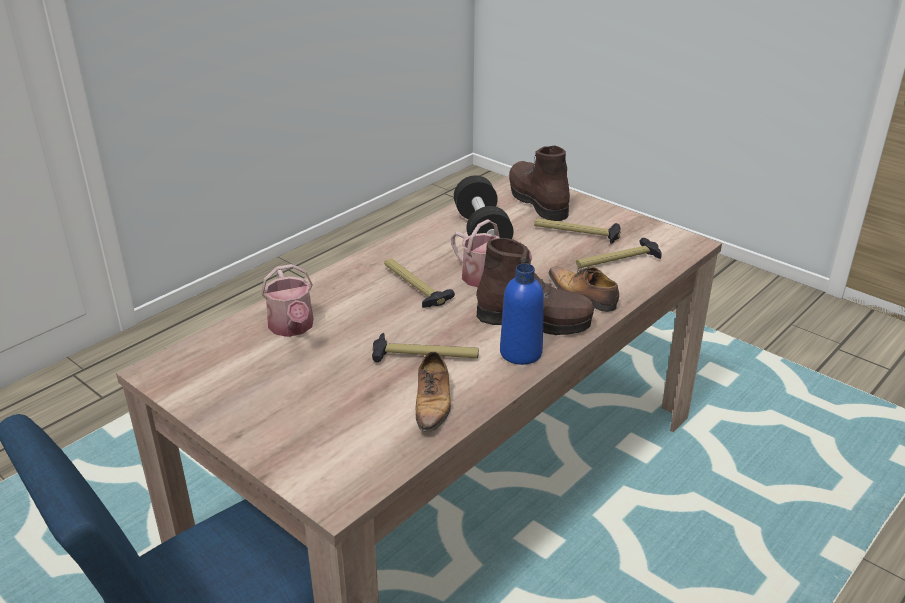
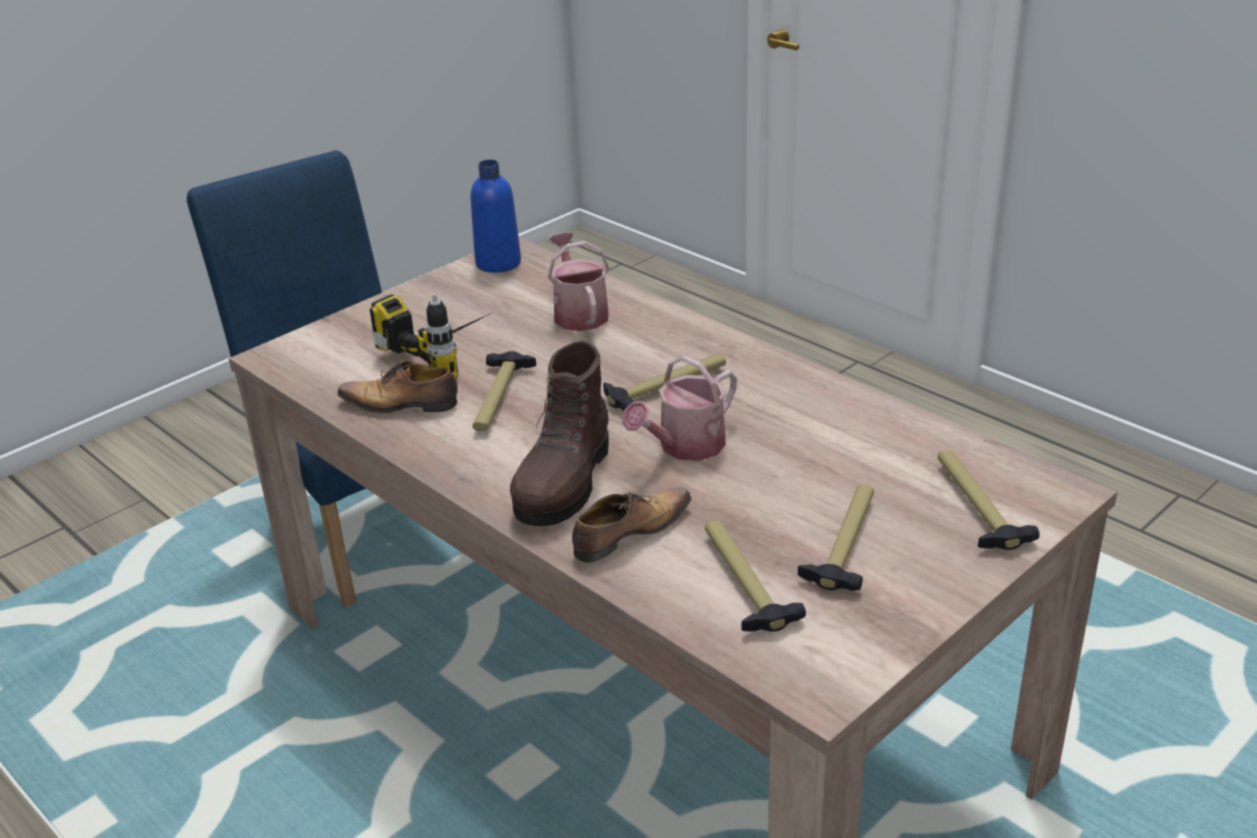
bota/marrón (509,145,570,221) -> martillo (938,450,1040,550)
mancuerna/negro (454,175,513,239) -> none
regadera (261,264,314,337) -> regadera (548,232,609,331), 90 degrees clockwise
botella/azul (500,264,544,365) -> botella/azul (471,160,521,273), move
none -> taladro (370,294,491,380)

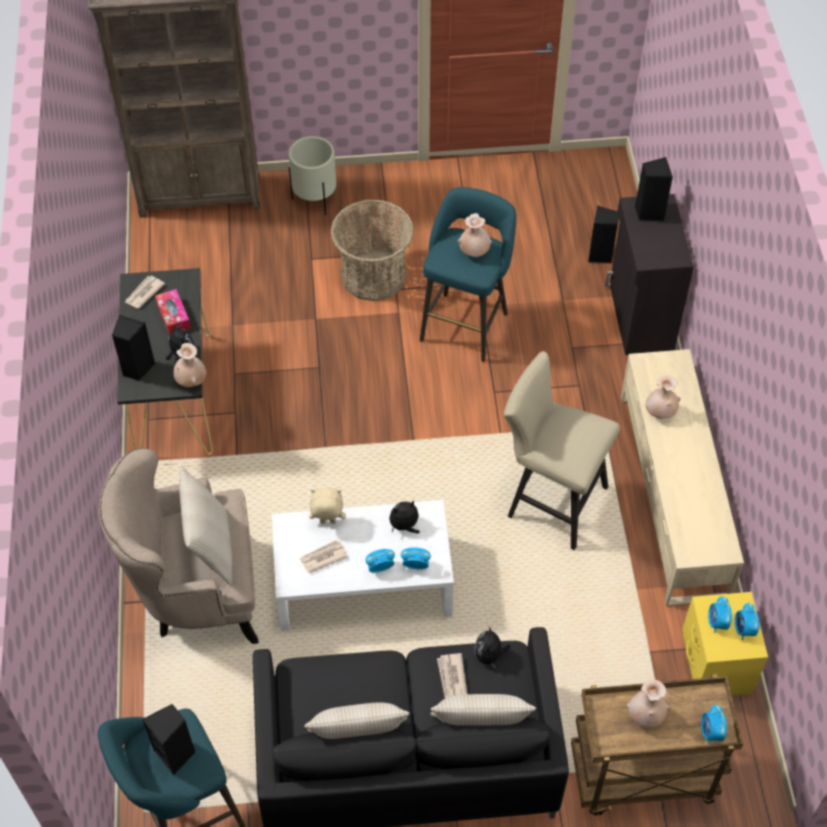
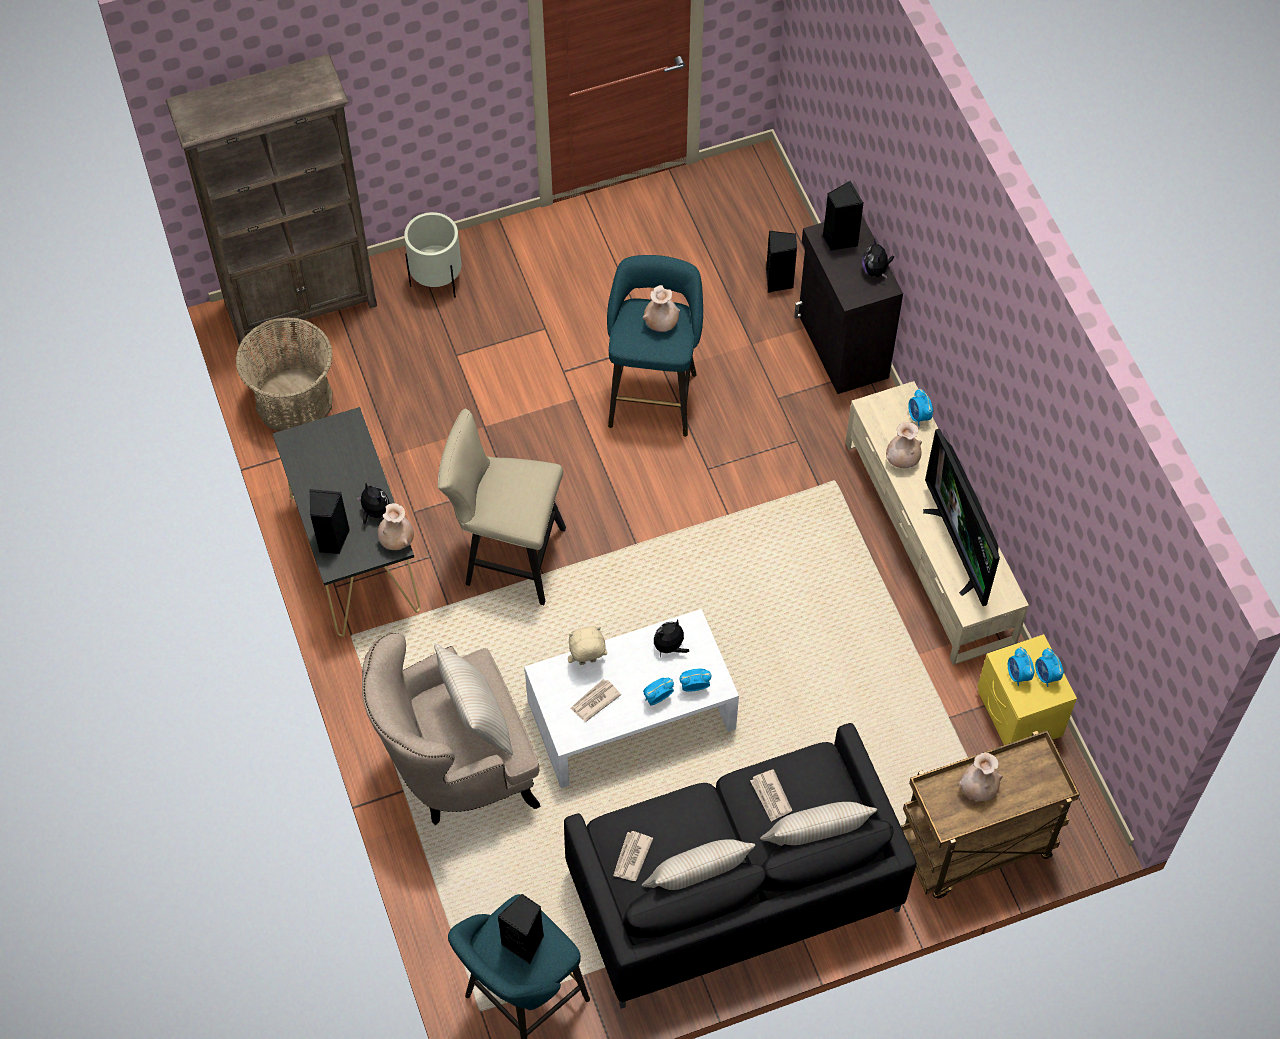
cesta (331,199,414,301) -> cesta (235,317,333,432), move
periódico (124,276,165,308) -> periódico (613,831,653,881), move
caja de pañuelos (155,289,191,335) -> none
taburete/beis (504,351,620,550) -> taburete/beis (438,409,566,605), move
peluche (475,626,510,668) -> peluche (862,239,894,278), move
despertador (701,704,727,744) -> despertador (908,388,933,426), move
none -> televisor (923,429,1000,606)

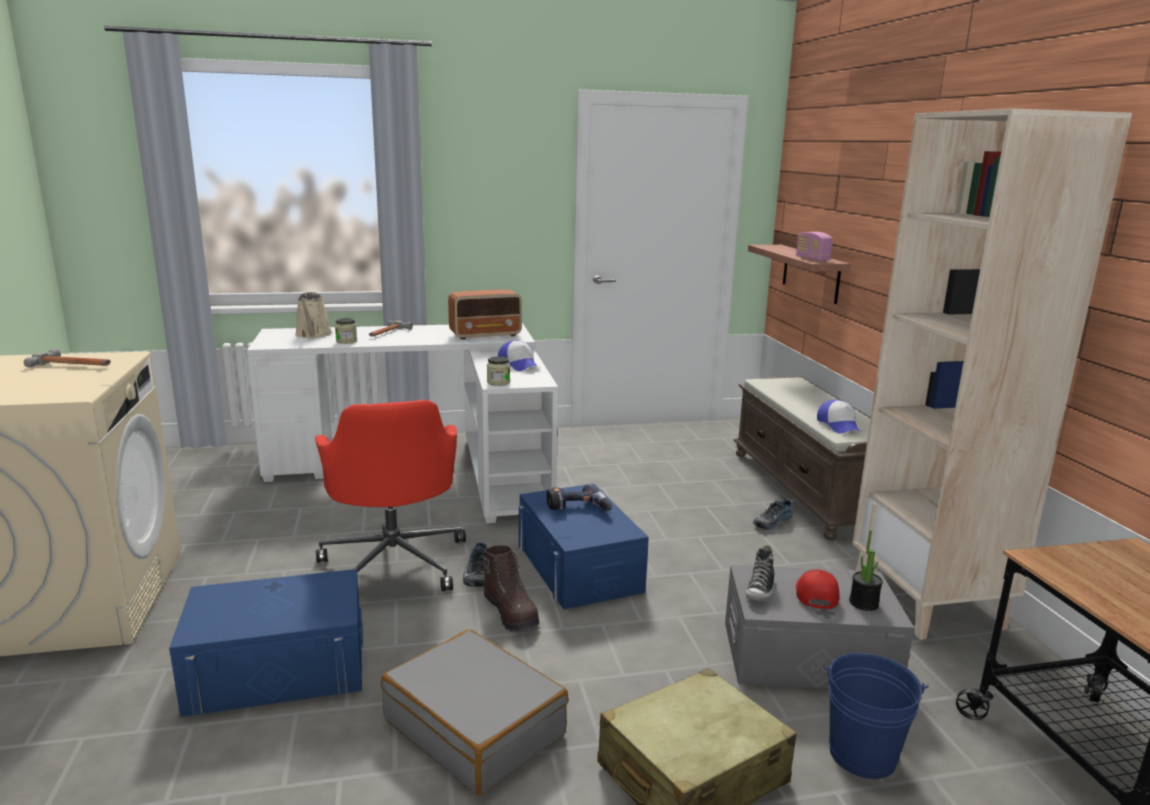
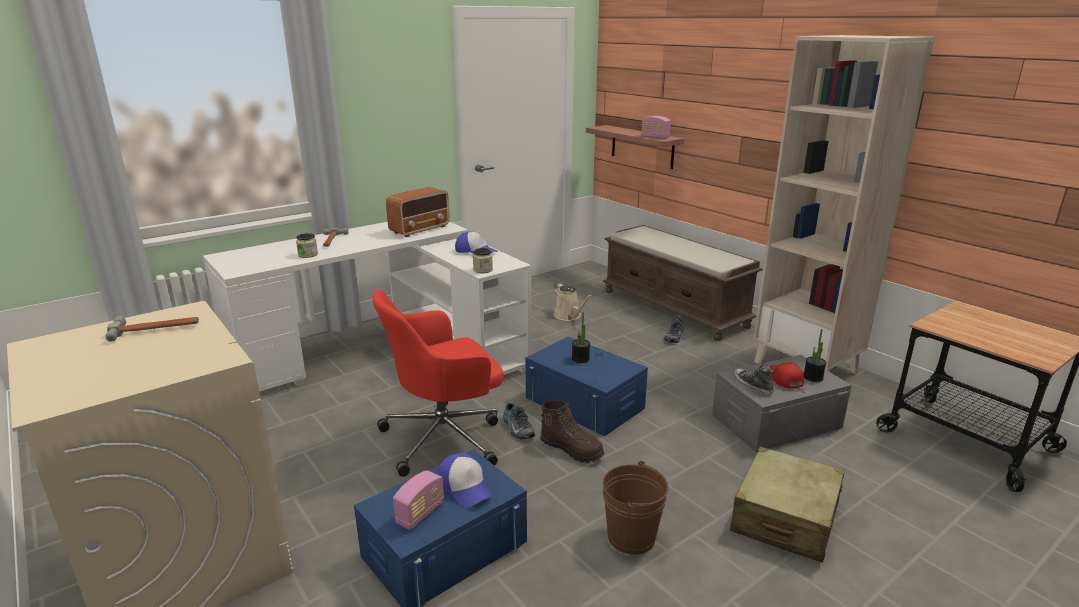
regadera/beis (295,292,333,338) -> regadera/beis (553,283,593,321), move
silla de oficina/rojo (315,400,466,591) -> silla de oficina/rojo (373,289,503,477), 105 degrees clockwise
gorra (817,400,860,434) -> gorra (437,453,492,507), move
taladro (547,484,612,511) -> planta en maceta (572,313,590,363)
zapato (745,545,775,601) -> zapato (733,363,774,395), 150 degrees clockwise
maleta/gris (381,629,569,795) -> cubo/marrón (603,461,669,555)
cubo/azul (823,653,928,779) -> none
none -> radio (393,470,444,530)

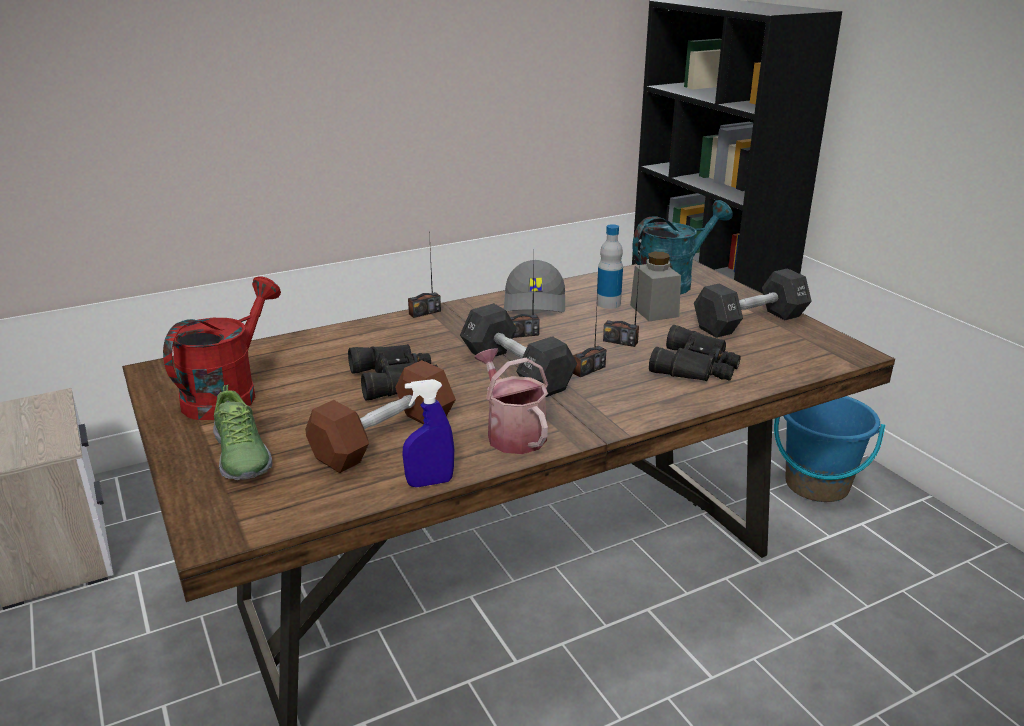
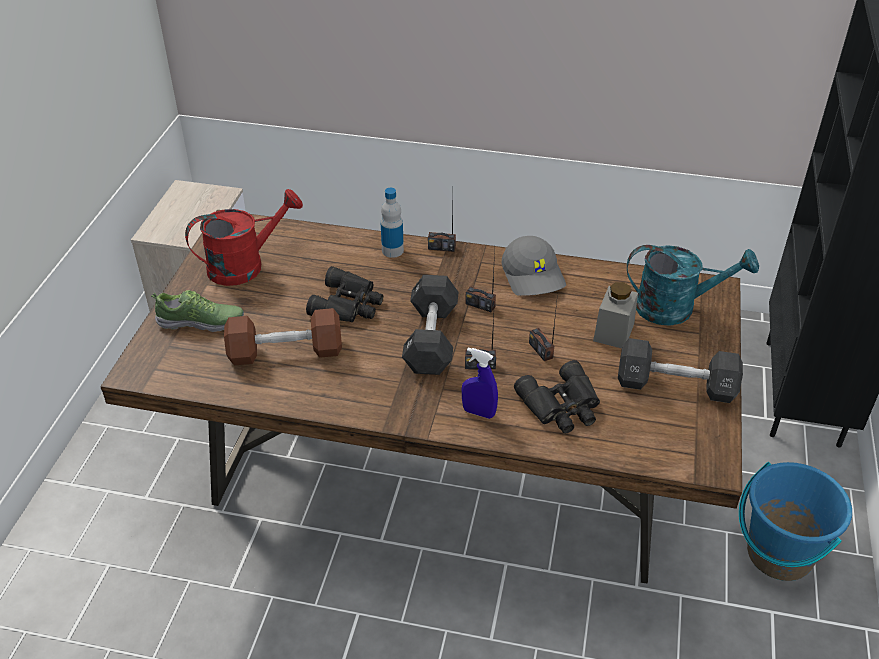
botella (596,224,623,309) -> botella (381,188,404,258), move
gorra/gris (504,260,565,312) -> gorra/gris (502,236,566,296), 60 degrees counterclockwise
regadera (474,348,548,454) -> none
pulverizador/azul (402,379,454,487) -> pulverizador/azul (462,348,498,419), move
zapato (213,385,272,480) -> zapato (151,290,244,332), 105 degrees counterclockwise

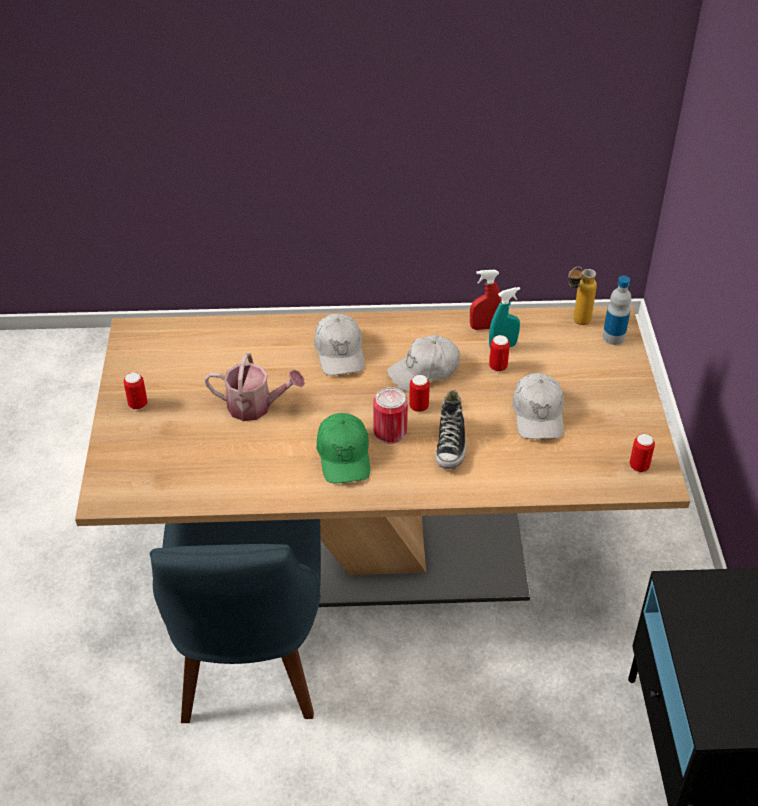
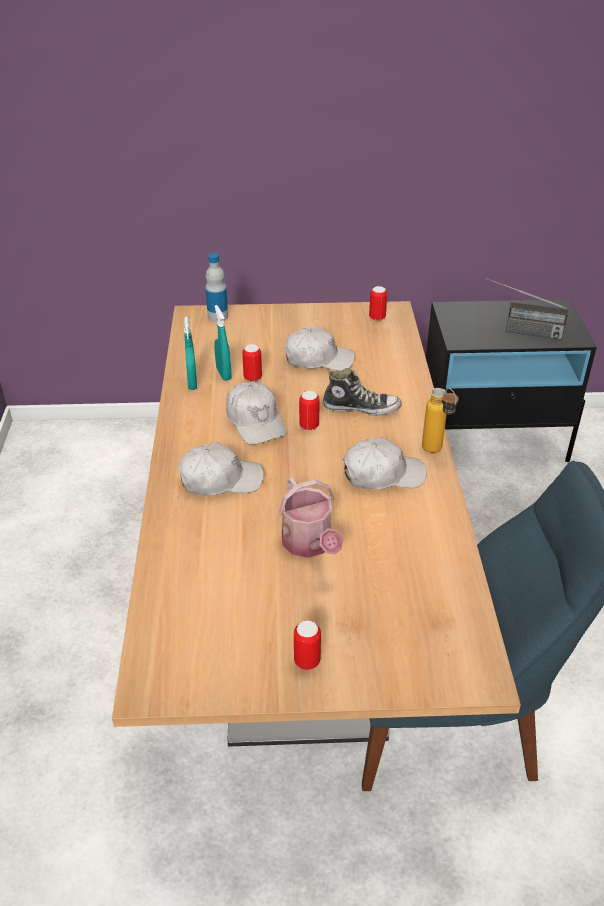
botella (568,267,597,325) -> botella (422,388,459,453), move
pulverizador/rojo (470,270,502,330) -> pulverizador/turquesa (184,317,197,390)
regadera (205,353,305,421) -> regadera (279,477,343,558), 150 degrees clockwise
lata (373,387,408,444) -> none
gorra/verde (316,413,370,483) -> gorra/blanco (343,437,427,490)
none -> radio (484,277,568,340)

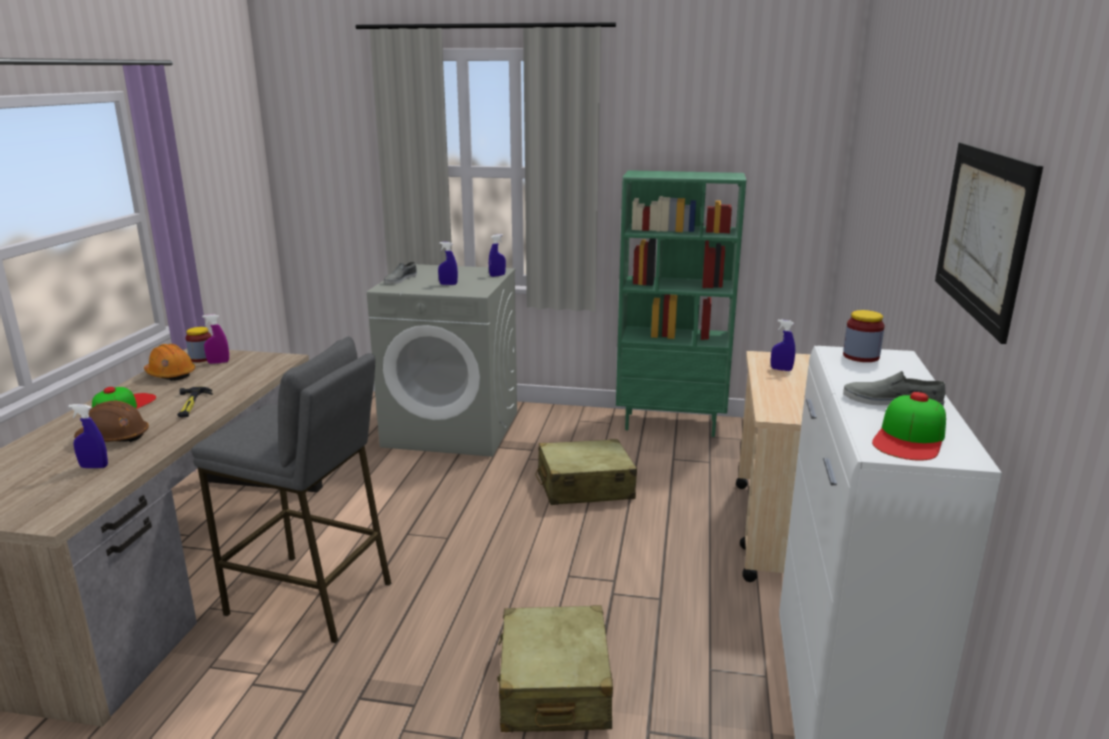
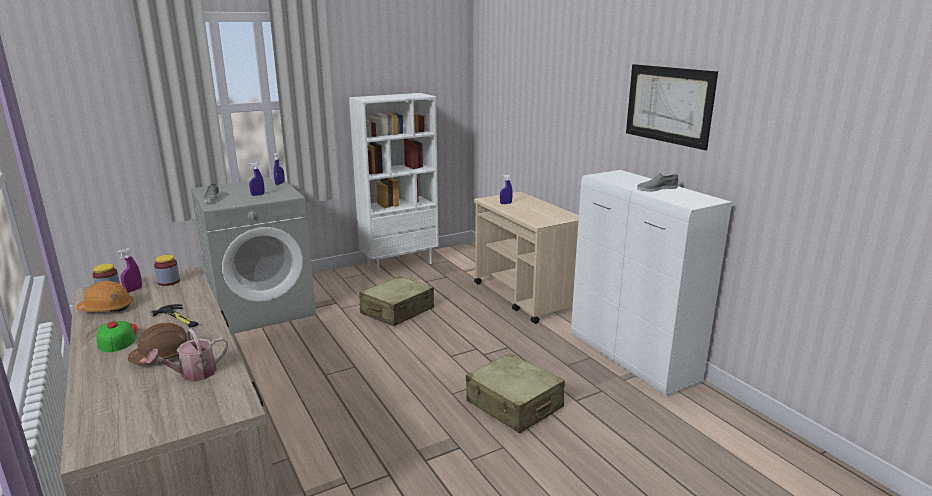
estantería/verde (616,170,746,437) -> estantería/blanco (349,93,439,275)
tarro (843,310,885,362) -> tarro (154,255,180,286), move
taburete/gris (191,336,391,643) -> none
gorra (872,392,946,461) -> none
pulverizador/azul (68,404,108,468) -> regadera (147,329,228,381)

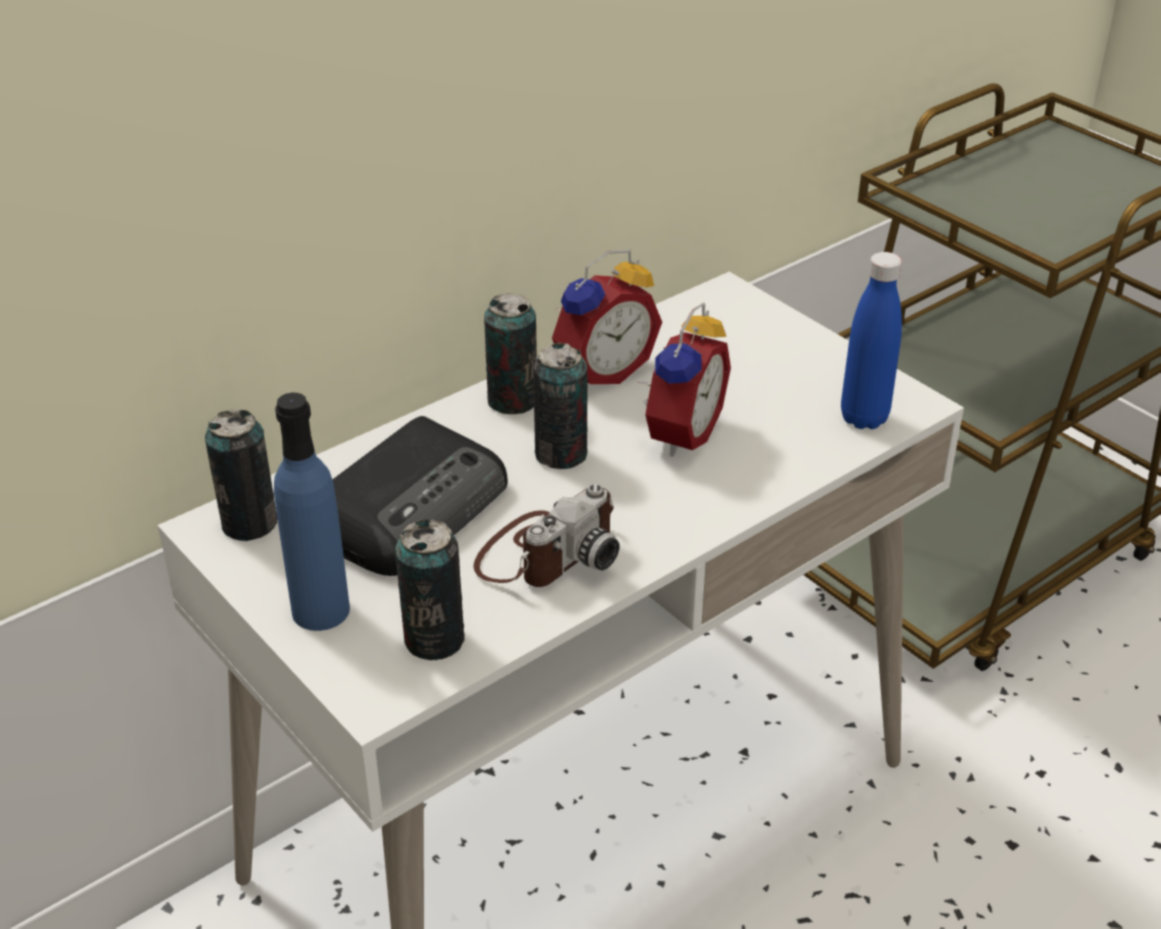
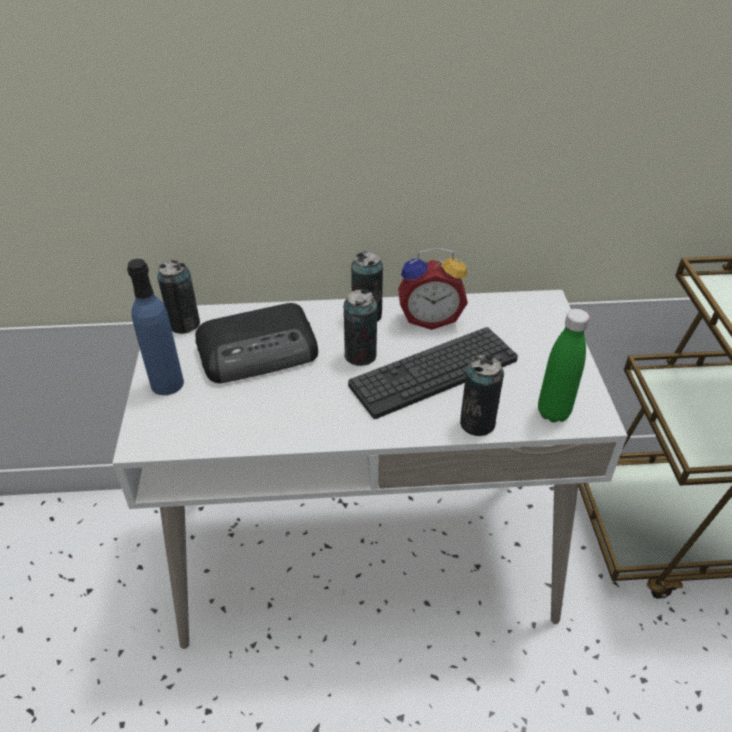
botella/azul (841,252,902,429) -> botella/verde (538,309,590,423)
despertador (639,302,731,457) -> teclado (348,327,518,419)
cámara (474,484,620,587) -> none
lata (395,519,465,660) -> lata (460,355,504,436), move

